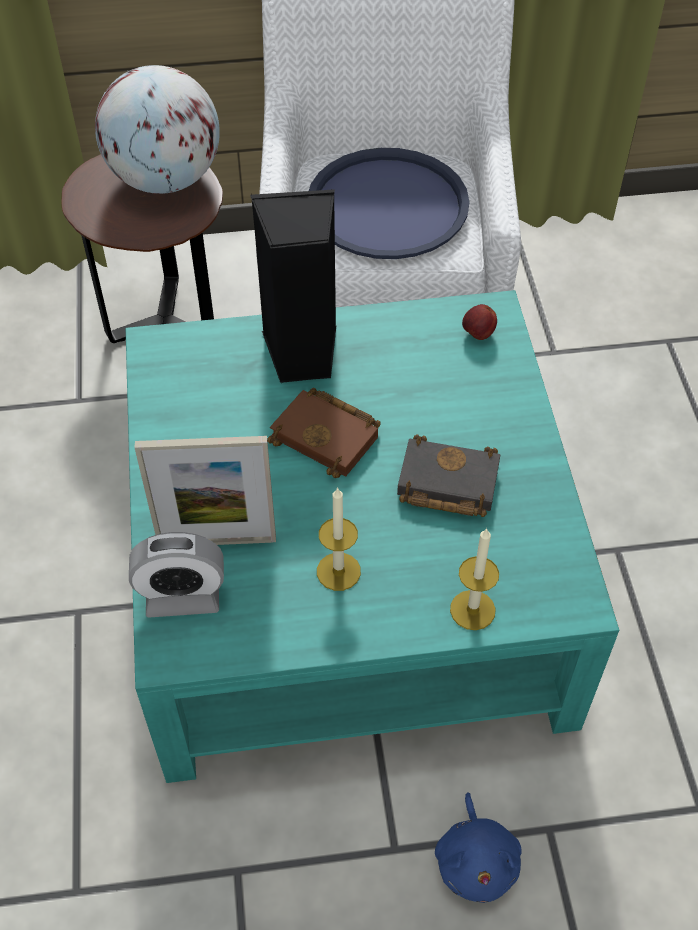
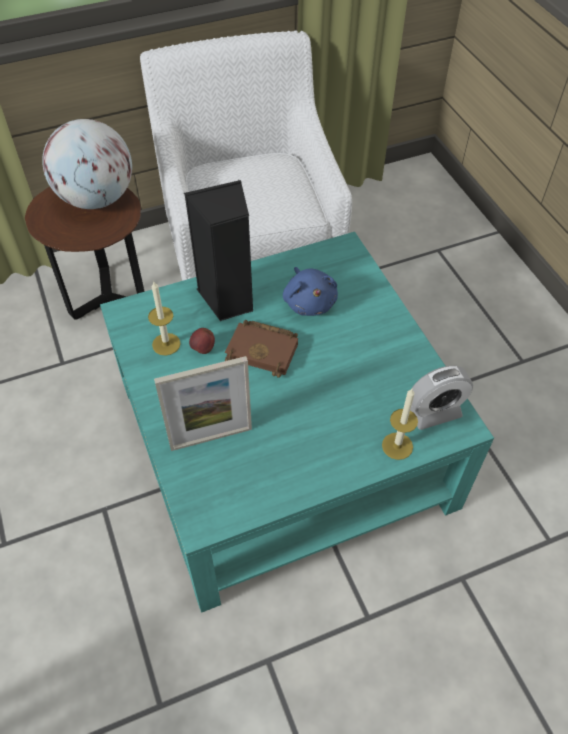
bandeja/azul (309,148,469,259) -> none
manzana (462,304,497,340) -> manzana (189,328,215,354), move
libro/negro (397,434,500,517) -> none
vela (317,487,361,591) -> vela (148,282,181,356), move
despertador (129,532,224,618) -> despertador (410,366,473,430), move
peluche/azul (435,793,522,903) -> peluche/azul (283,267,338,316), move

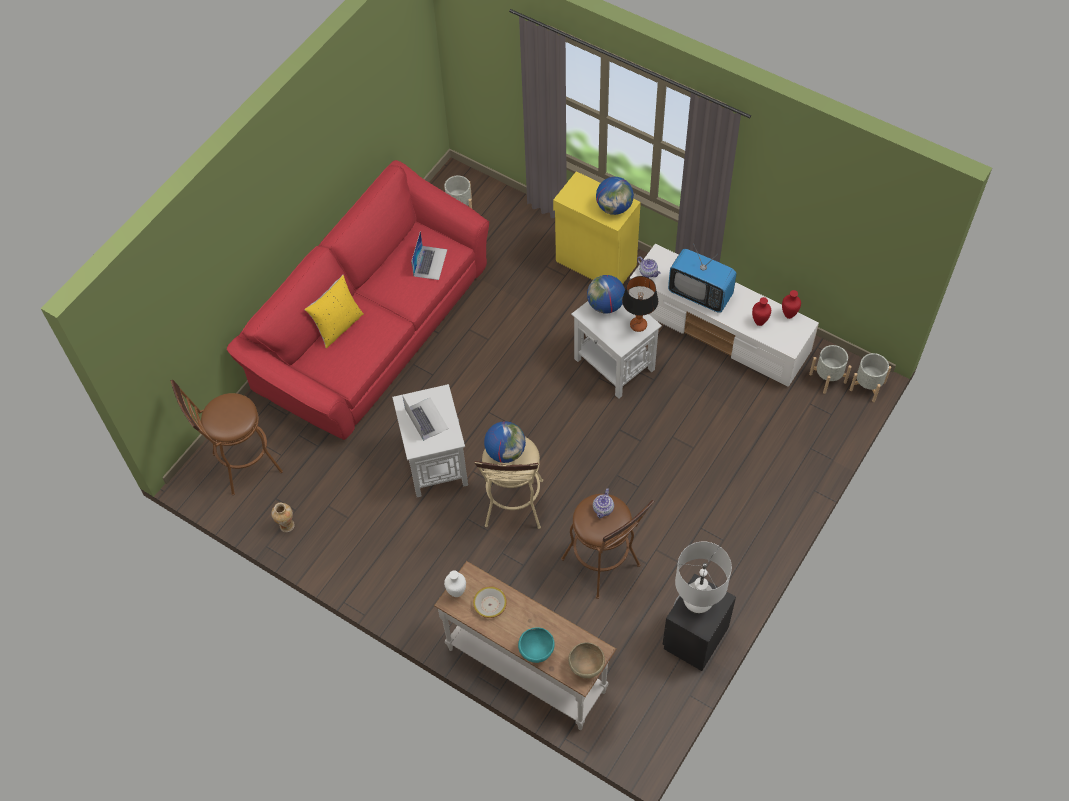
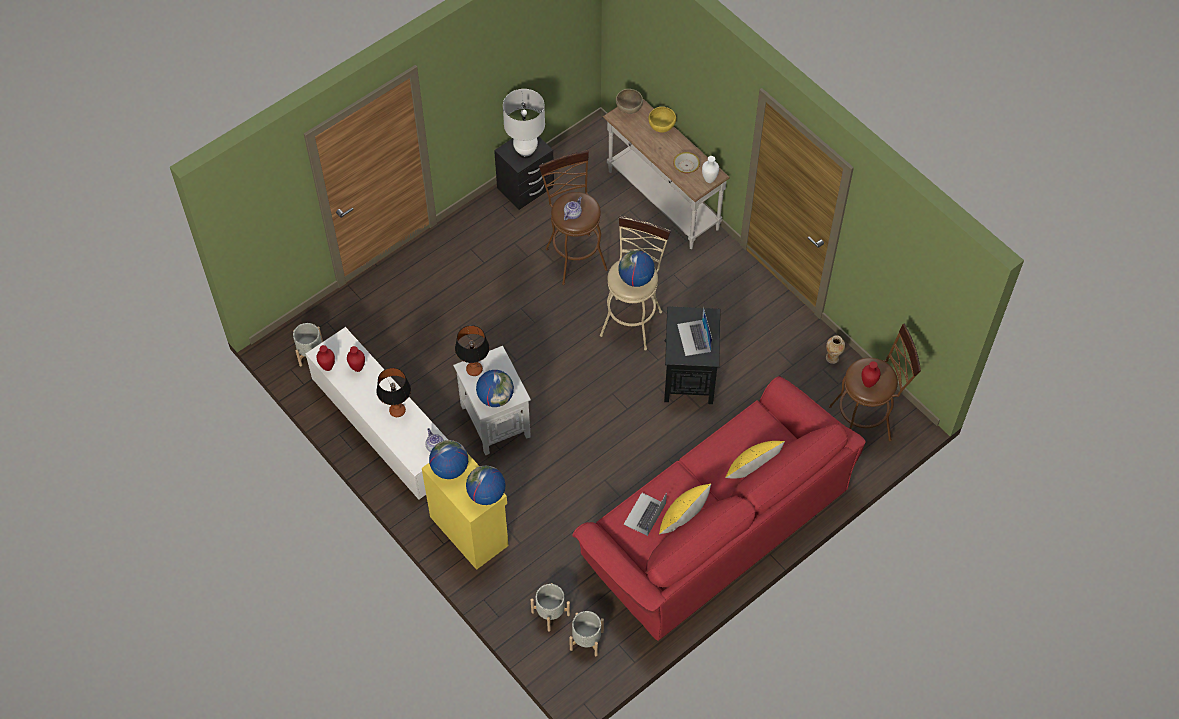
televisor (668,245,737,313) -> lámpara de mesa (376,368,411,417)
maceta/gris (850,353,891,402) -> maceta/gris (531,583,570,632), move
mesa auxiliar/blanco (392,384,468,497) -> mesa auxiliar/negro (664,306,720,404)
cuenco/turquesa (518,627,555,663) -> cuenco/amarillo (648,107,676,133)
none -> florero/rojo (862,361,881,388)
none -> globo terráqueo (466,466,506,505)
none -> cojín/amarillo (659,483,711,534)

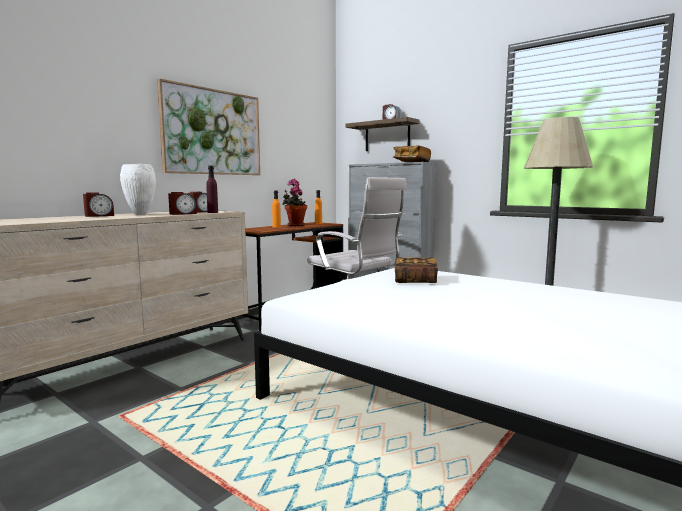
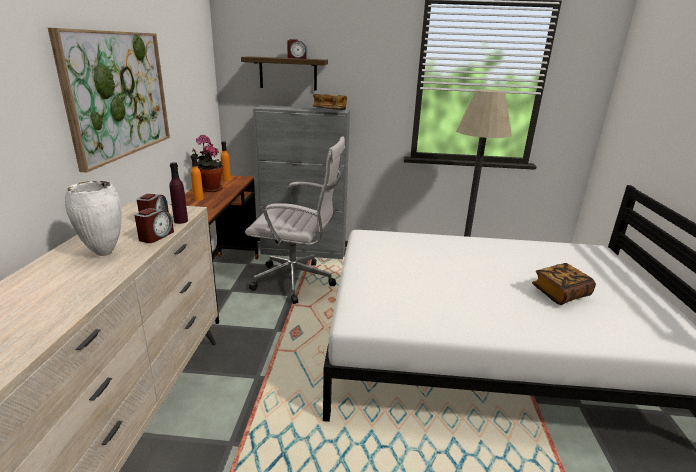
despertador (83,192,114,217) -> none
libro (395,257,438,283) -> libro (532,263,596,305), move

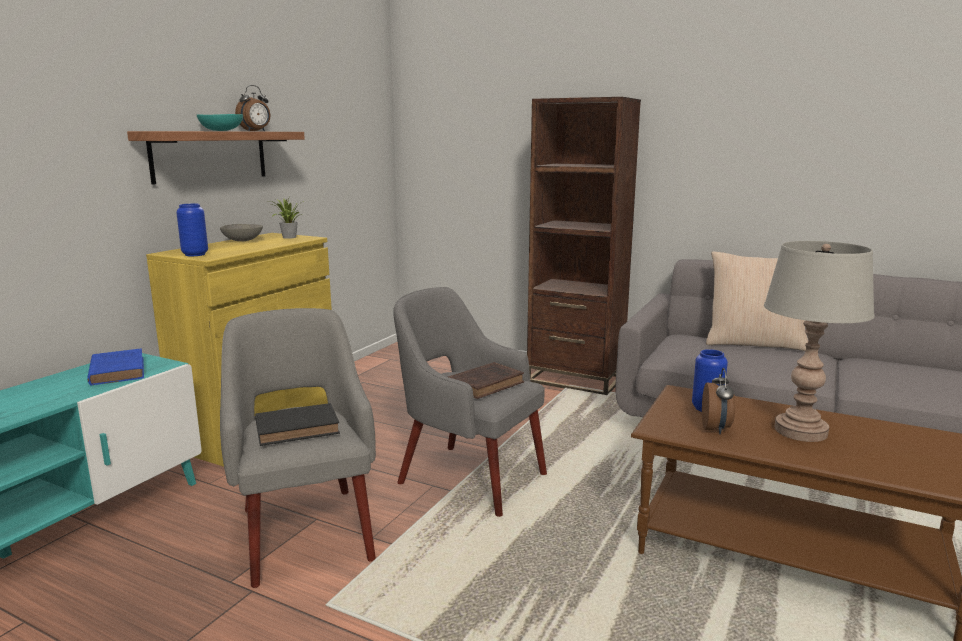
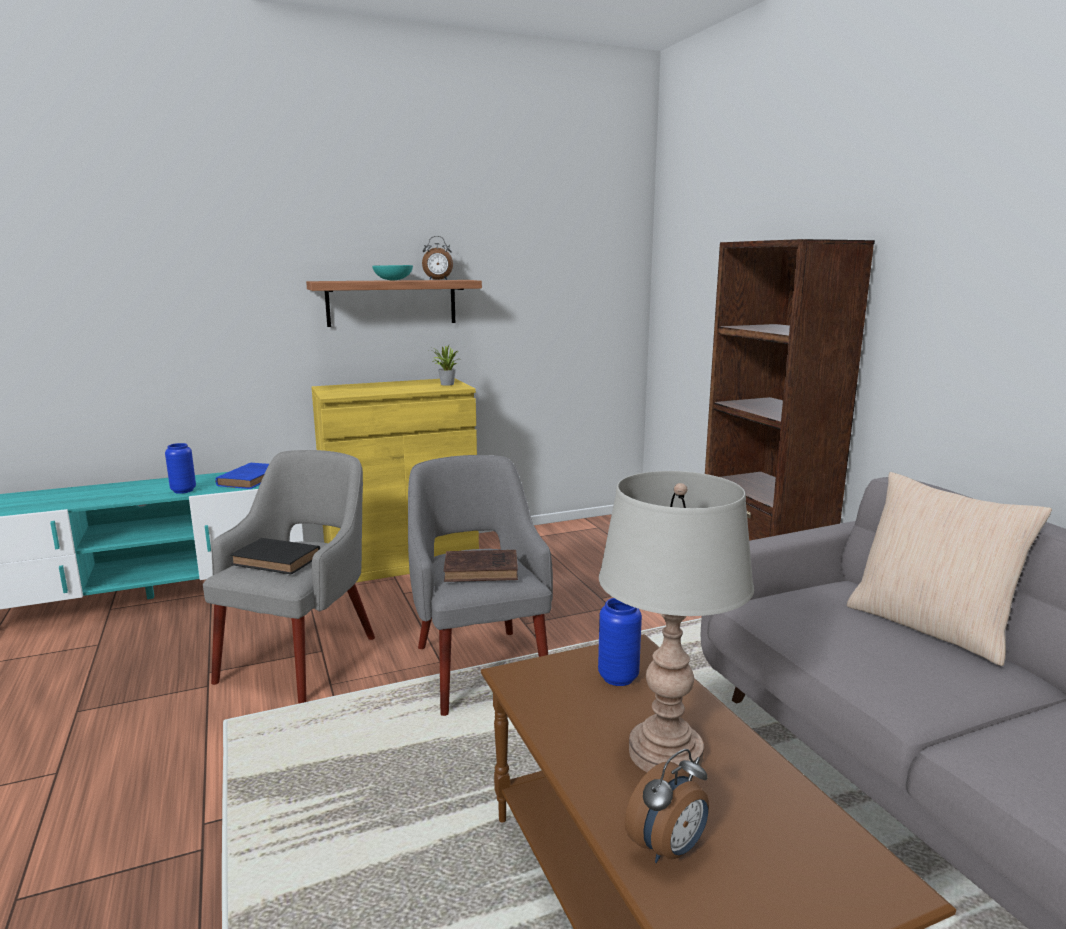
florero/azul (176,203,208,256) -> florero/azul (165,443,196,494), move
cuenco/gris (220,224,263,241) -> none
despertador (702,368,735,435) -> despertador (625,749,709,863), move

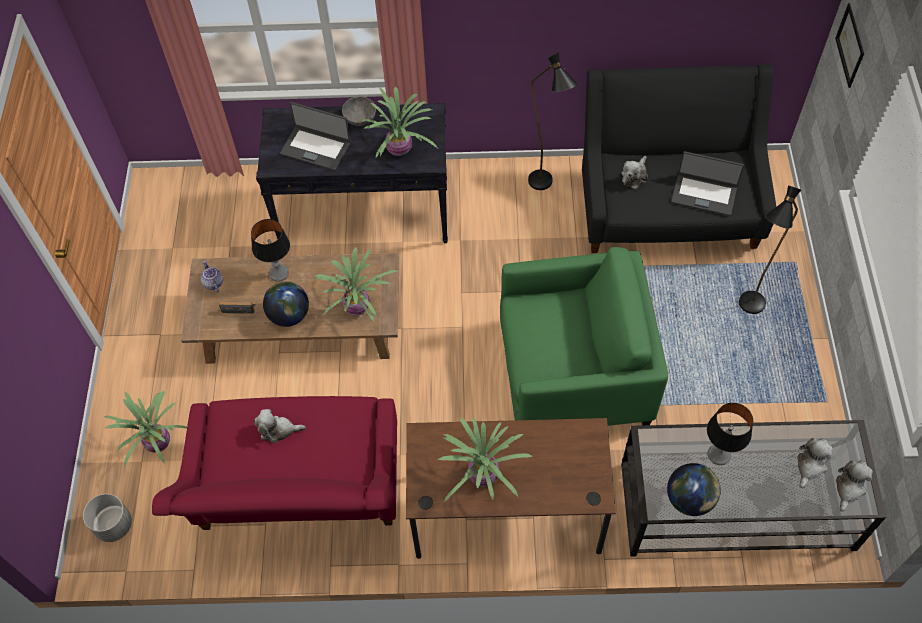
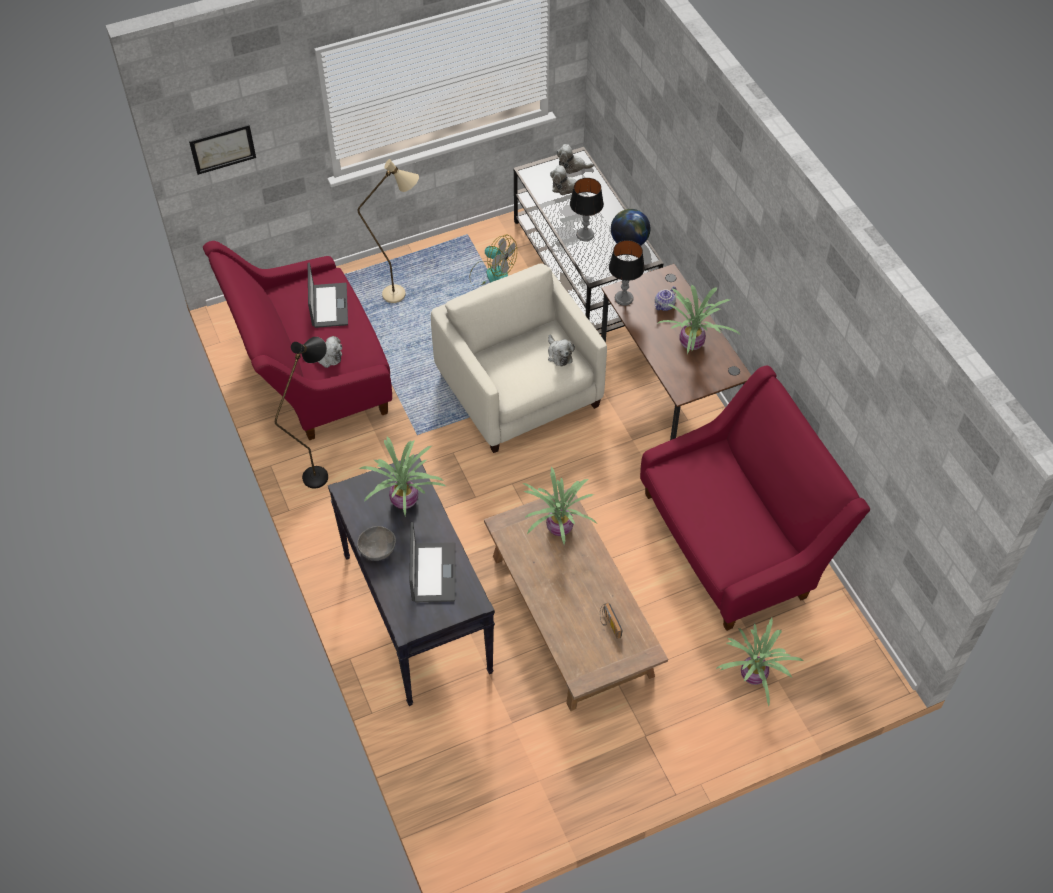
sofá/negro (582,64,776,253) -> sofá/rojo (203,241,392,440)
lámpara de pie/negro (739,185,801,314) -> lámpara de pie/beis (358,159,419,303)
lámpara de mesa (251,219,290,282) -> lámpara de mesa (609,240,645,306), move
sillón/verde (500,247,668,426) -> sillón/beis (431,263,607,453)
tetera (201,261,223,293) -> tetera (655,286,677,311), move
globo terráqueo (263,281,309,327) -> none
peluche (254,409,306,443) -> peluche (548,335,575,367), move
maceta/gris (83,494,132,542) -> none
none -> ventilador (470,235,517,285)

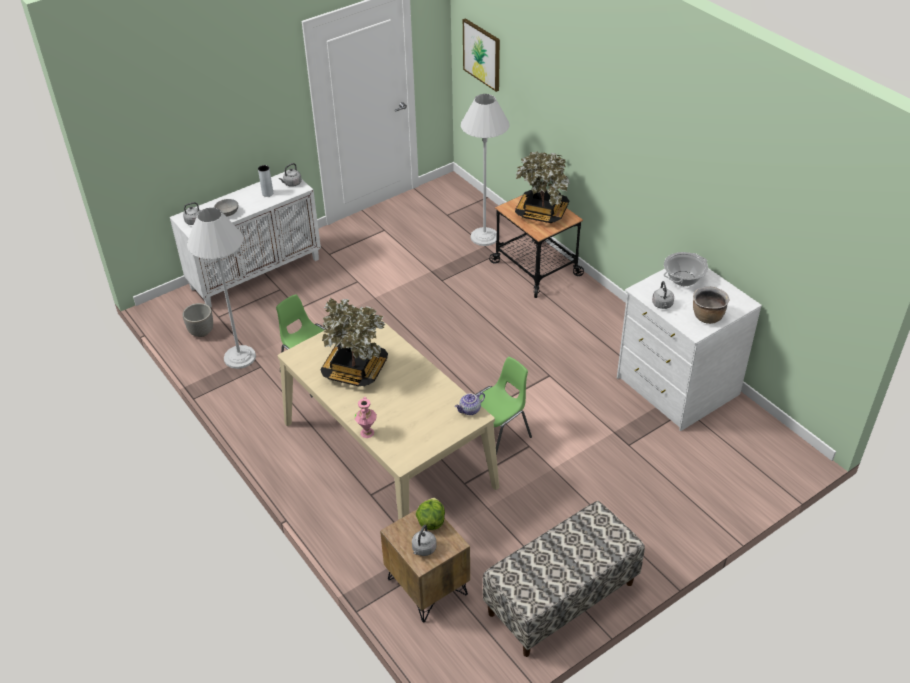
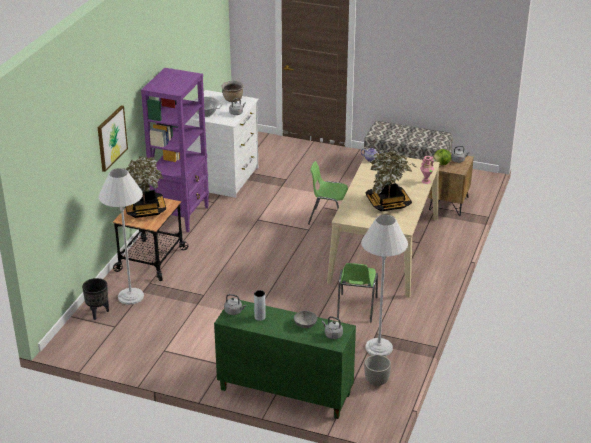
cuadro (463,18,500,92) -> cuadro (98,105,128,172), move
armario/blanco (170,172,321,308) -> armario/verde (214,300,356,419)
none -> estantería/morado (141,68,209,232)
none -> maceta/negro (82,278,109,320)

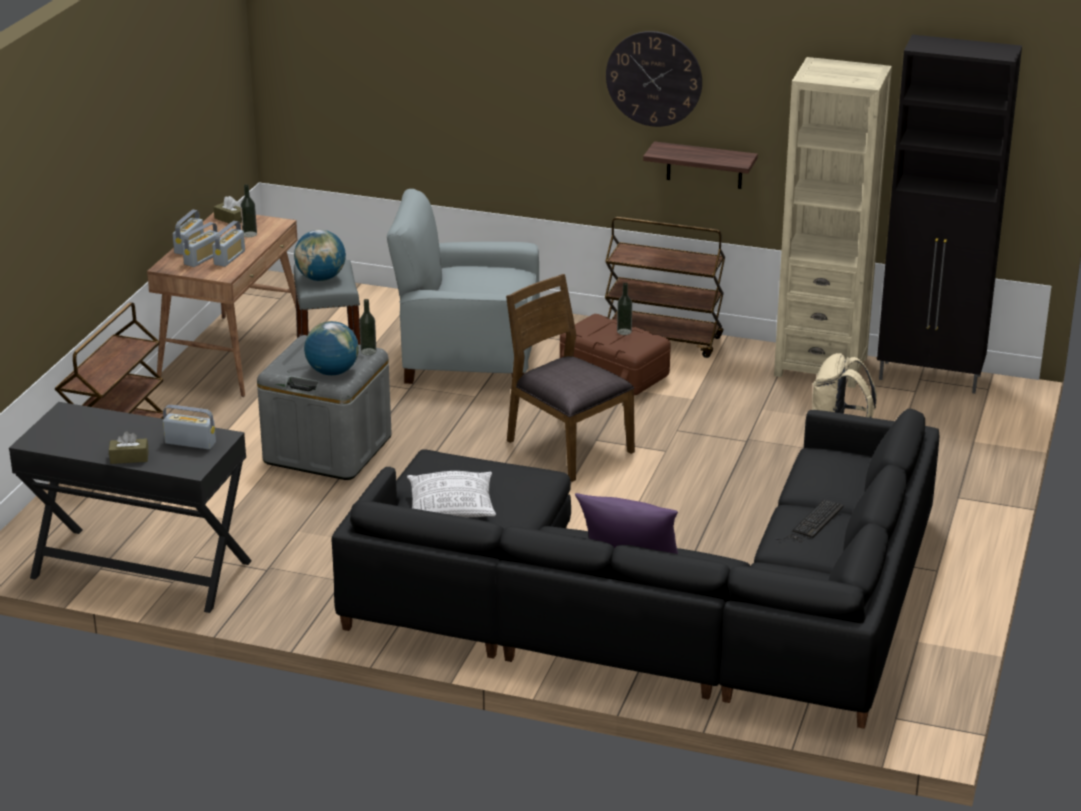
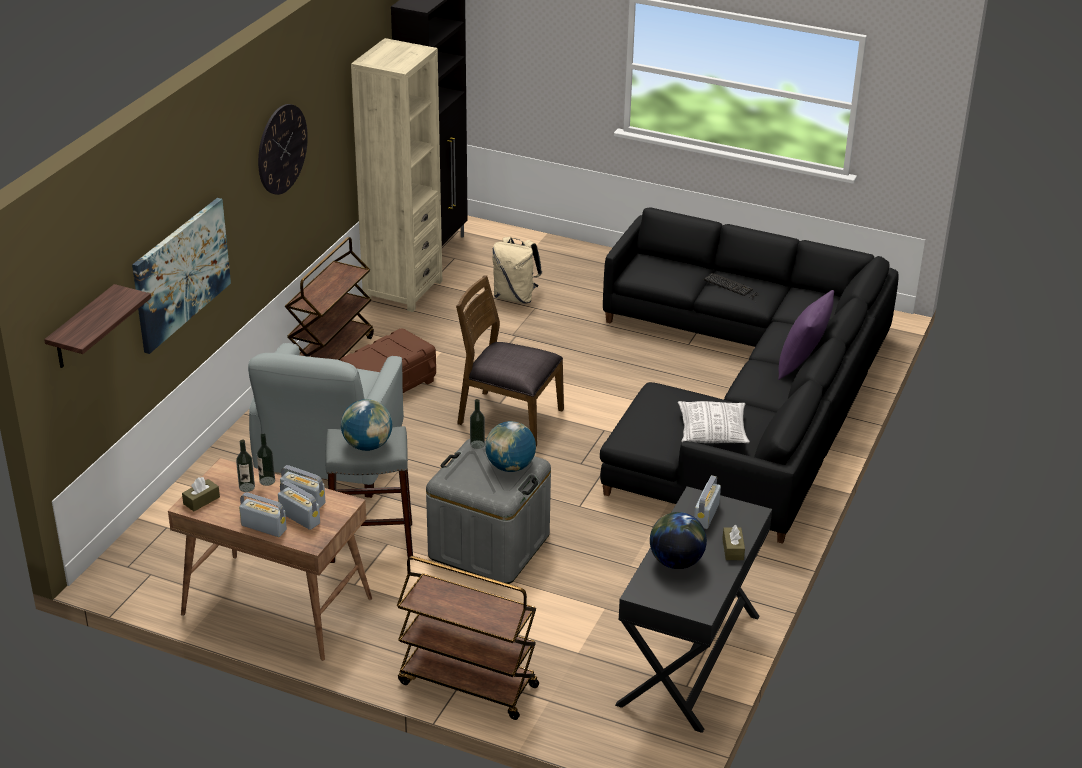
estante (643,141,758,189) -> estante (44,284,151,368), move
silla/marrón (506,274,635,482) -> silla/marrón (456,275,564,446), 60 degrees clockwise
botella (617,283,632,335) -> botella (257,433,275,486), move
none -> cuadro (132,198,231,354)
none -> globo terráqueo (650,512,707,569)

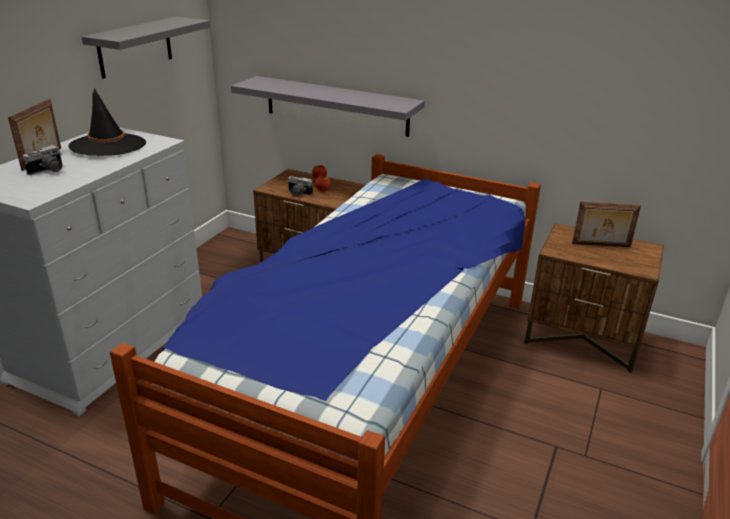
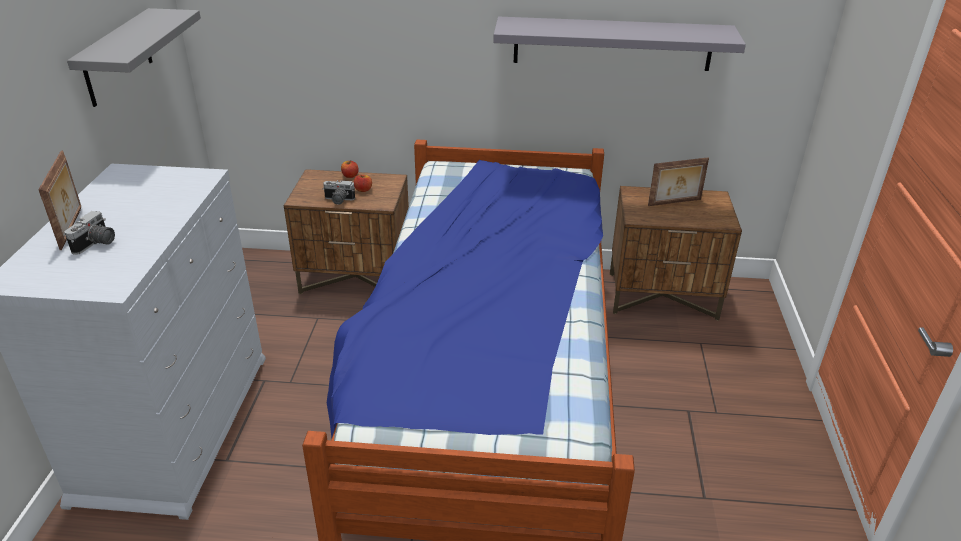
estante/gris (231,76,425,137) -> estante/gris (493,17,746,71), move
sombrero/negro (68,88,146,156) -> none

